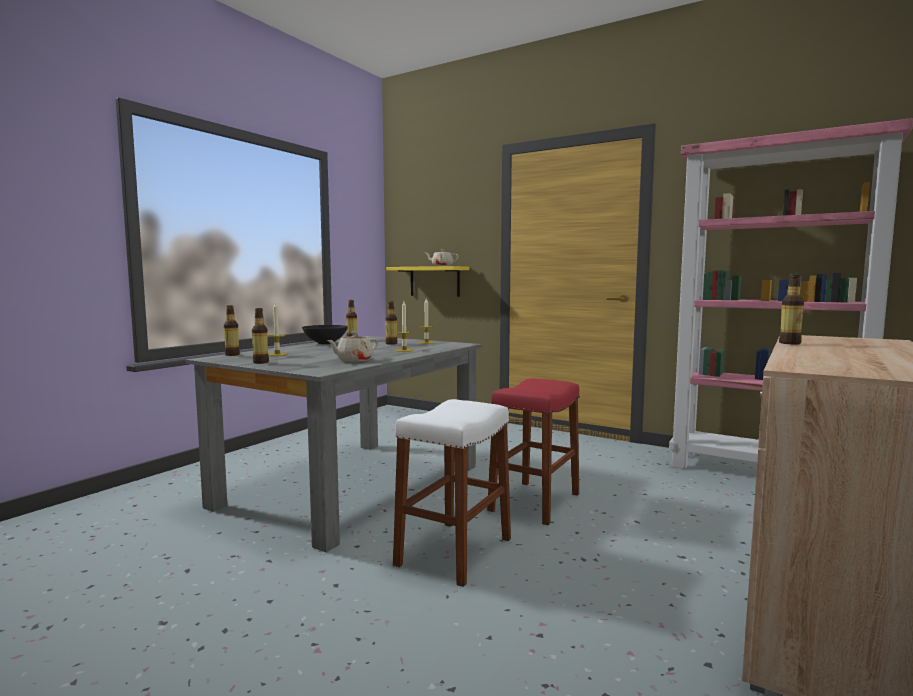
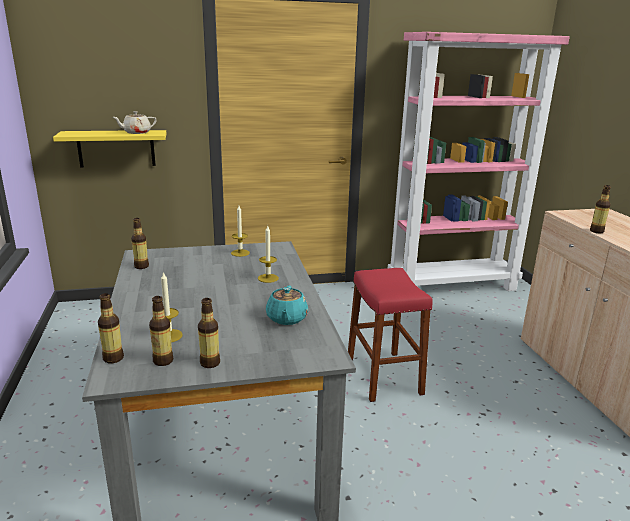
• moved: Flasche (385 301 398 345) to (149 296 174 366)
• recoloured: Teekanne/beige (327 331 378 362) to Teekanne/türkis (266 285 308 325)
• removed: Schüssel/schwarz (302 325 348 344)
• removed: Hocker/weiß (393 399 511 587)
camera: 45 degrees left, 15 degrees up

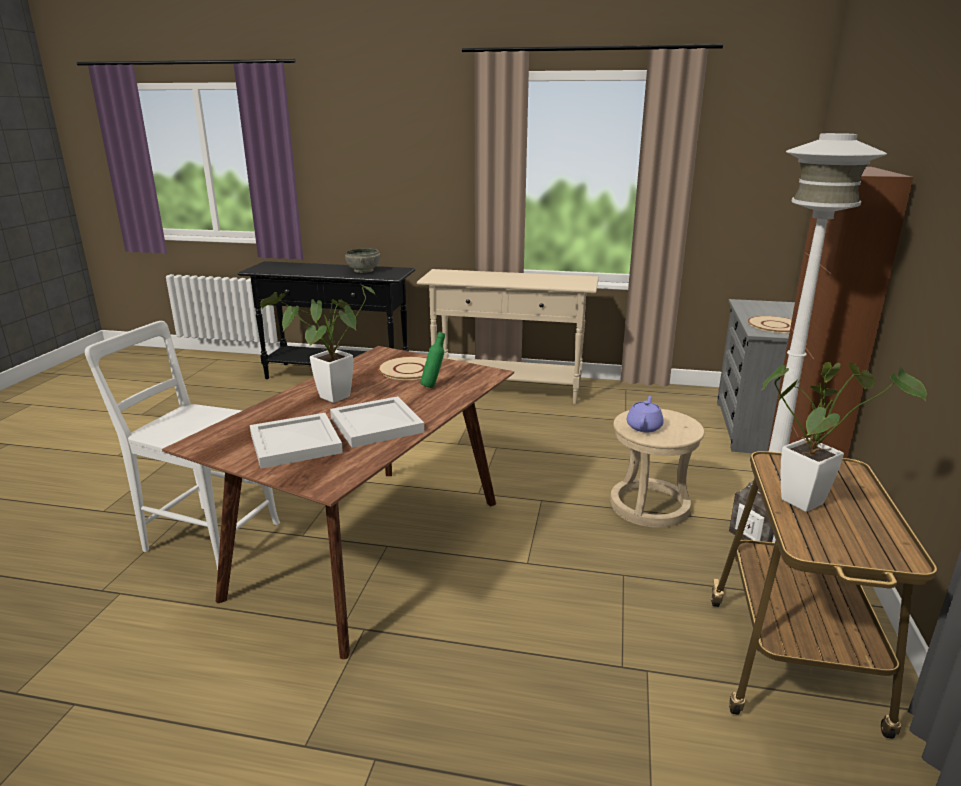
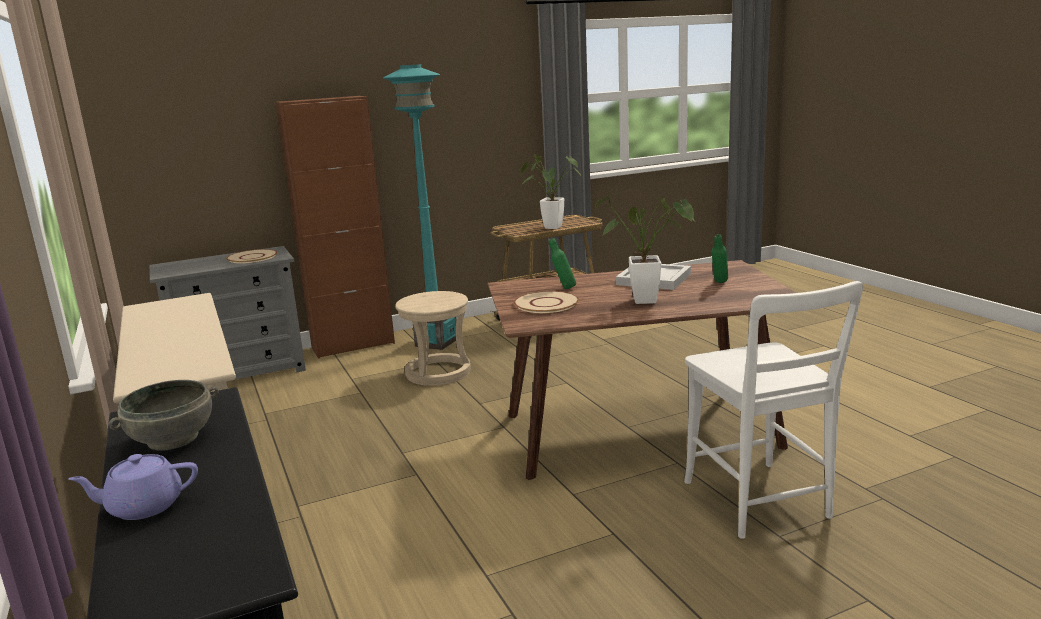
• moved: Teekanne/lila (627 396 664 432) to (68 454 198 520)
• recoloured: Stehlampe/weiß (729 133 887 552) to Stehlampe/türkis (383 64 456 350)
• replaced: Tablett/weiß (250 413 343 469) to Flasche/grün (712 234 728 283)
camera: 125 degrees left, 5 degrees down

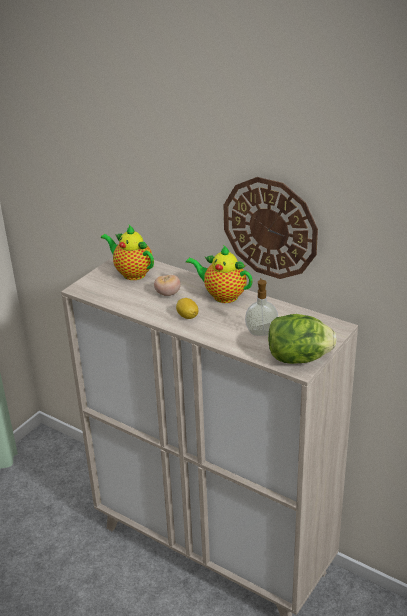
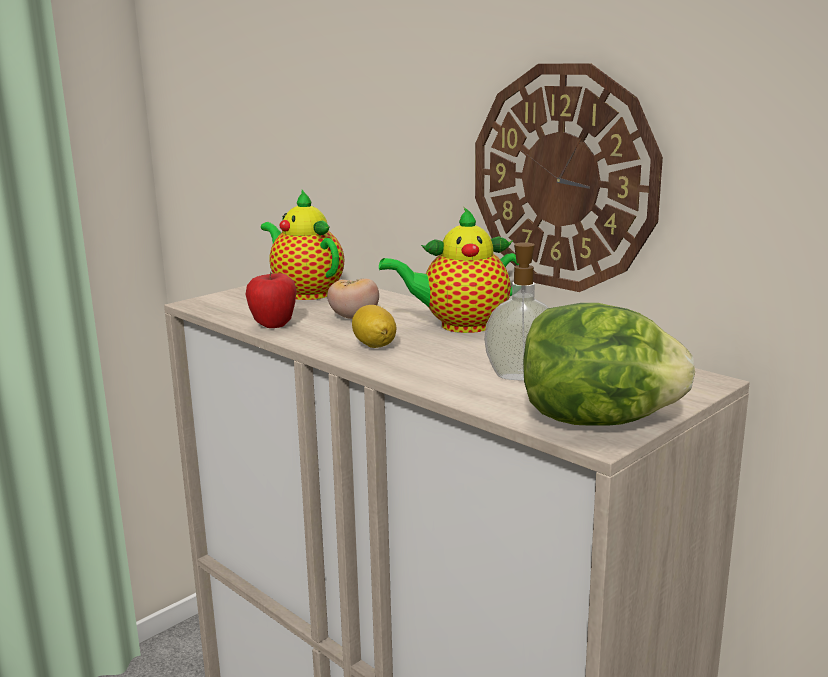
• added: Apfel (245 271 297 328)
• turned: Teekanne (186 245 253 303) = (379 207 519 333) 45 degrees counterclockwise
camera: 10 degrees right, 15 degrees down

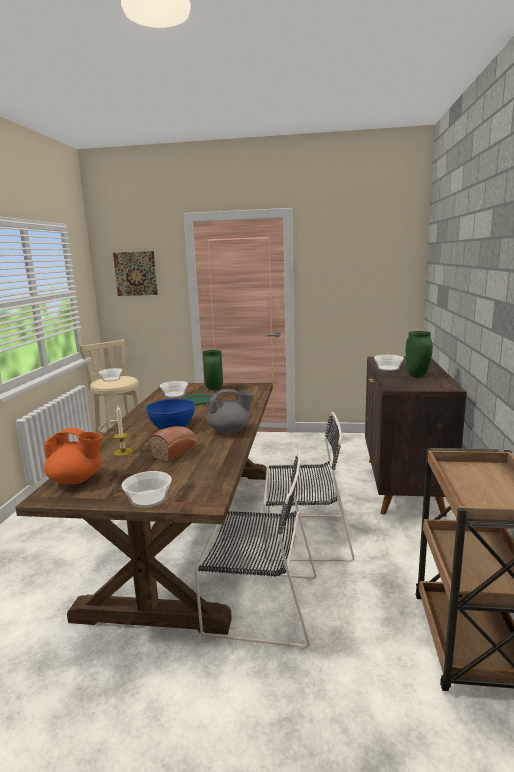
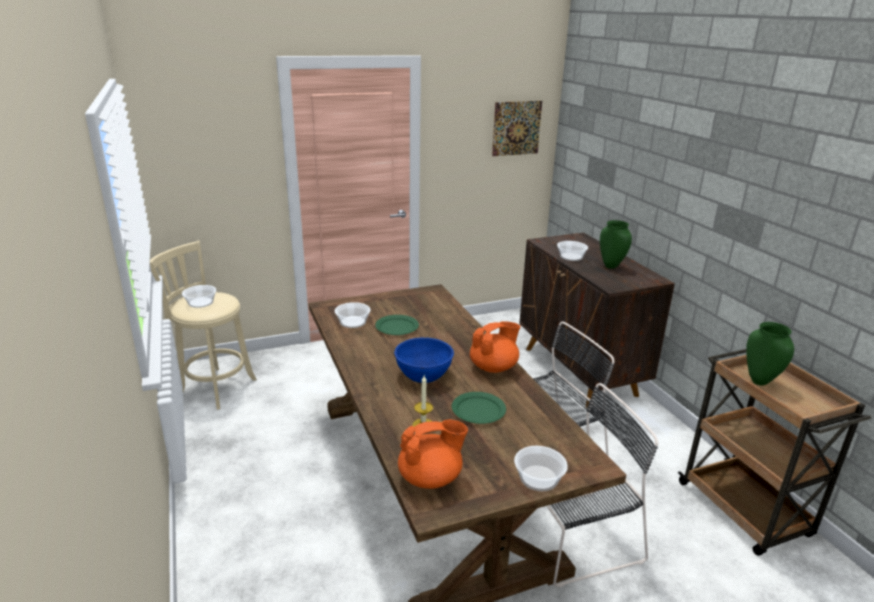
• replaced: Brot (148 426 197 462) to Teller/grün (452 392 506 424)
• recoloured: Teekanne/grau (207 389 254 433) to Teekanne/orange (470 321 520 373)
• moved: Bild (113 251 158 296) to (492 101 542 156)
• moved: Vase/grün (203 350 223 390) to (746 322 794 385)
camera: 30 degrees left, 10 degrees up

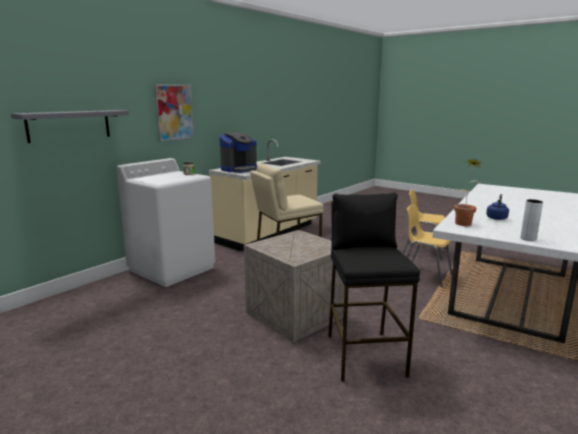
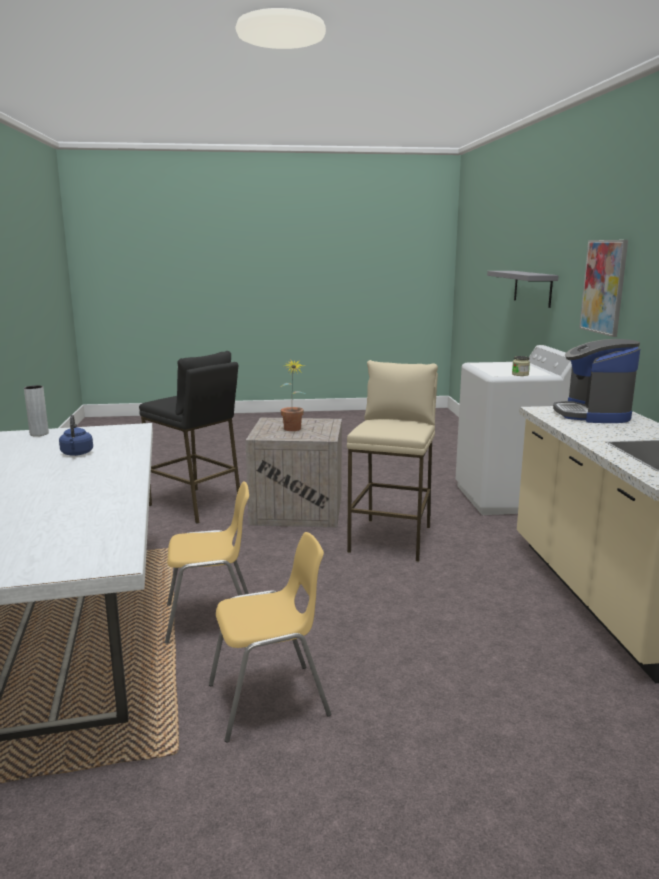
• moved: Topfpflanze (454 159 483 226) to (281 359 306 431)
camera: 135 degrees right, 0 degrees up

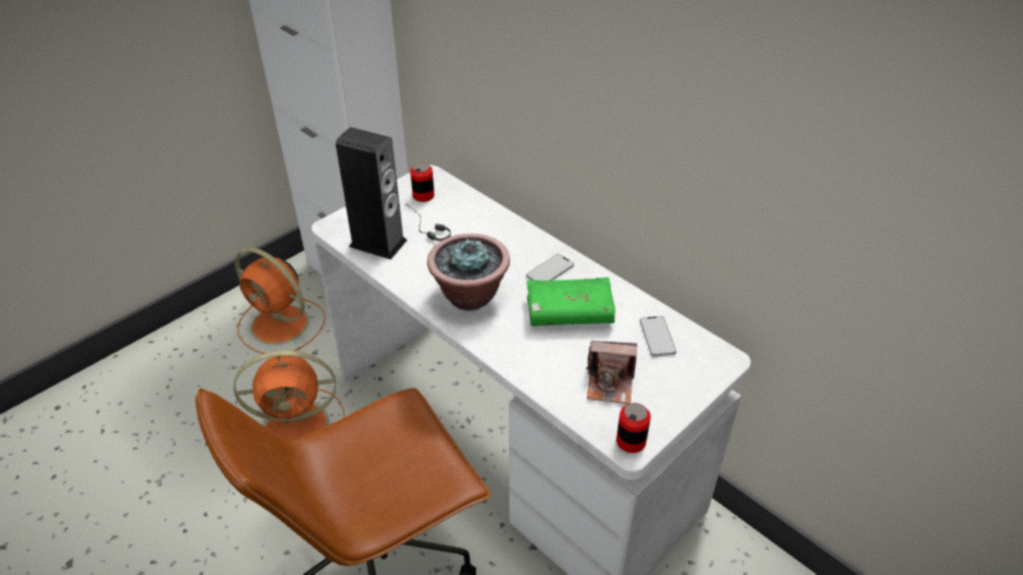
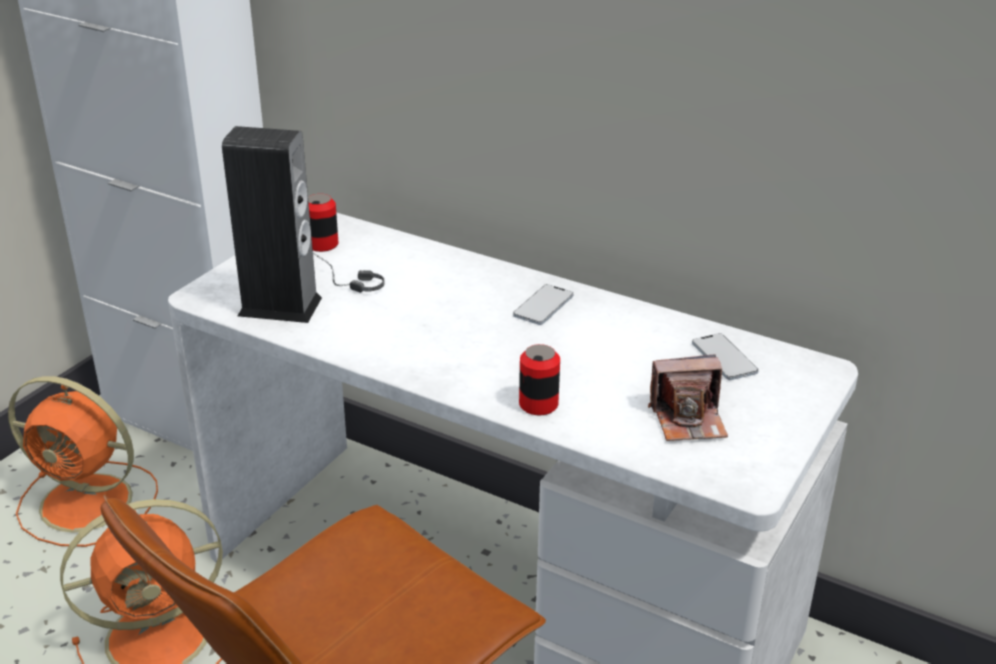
• moved: Dose (616 403 651 453) to (519 344 560 415)
• removed: Topfpflanze (427 234 510 311)
• removed: Buch/grün (527 277 615 326)
camera: 15 degrees left, 10 degrees down

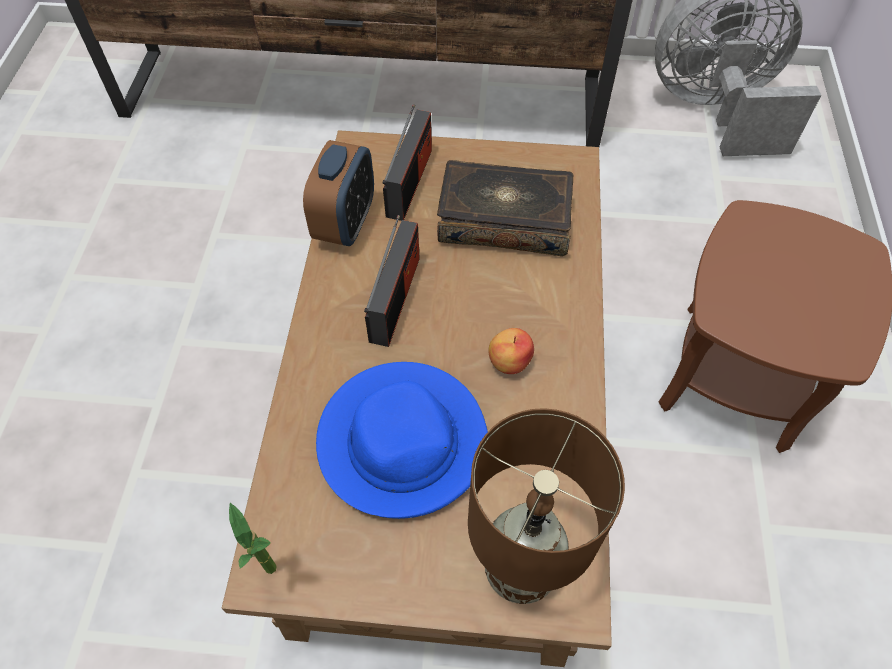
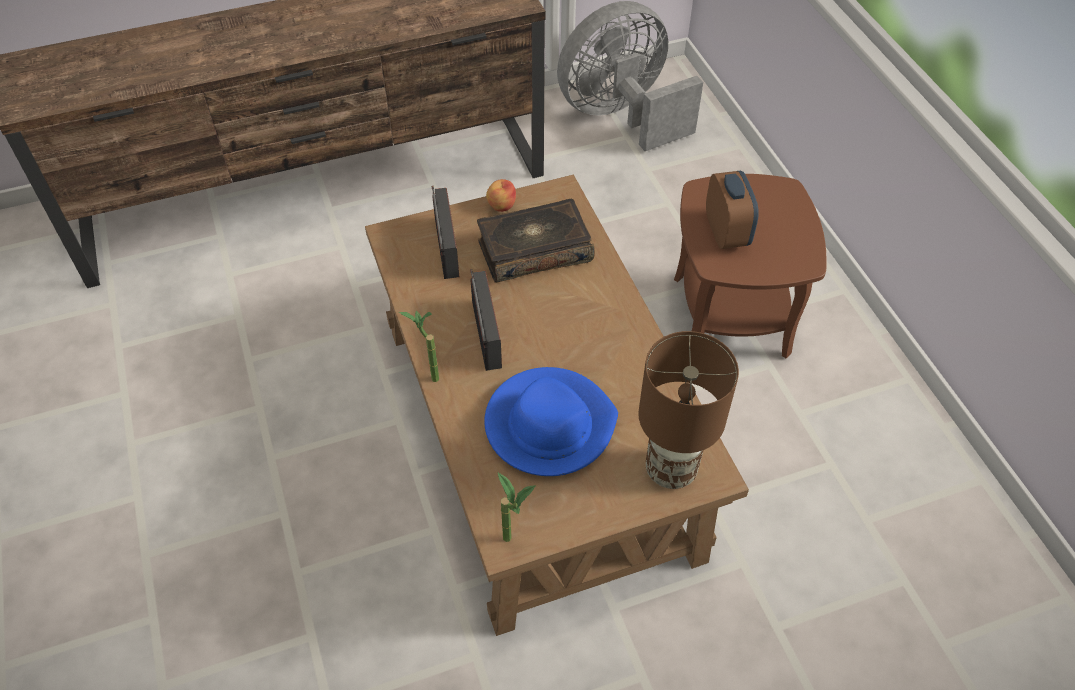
• added: Topfpflanze (399 311 439 382)
• moved: Apfel (488 328 534 374) to (486 179 516 212)
• moved: Wecker (303 140 374 246) to (706 171 759 249)
camera: 25 degrees left, 5 degrees down

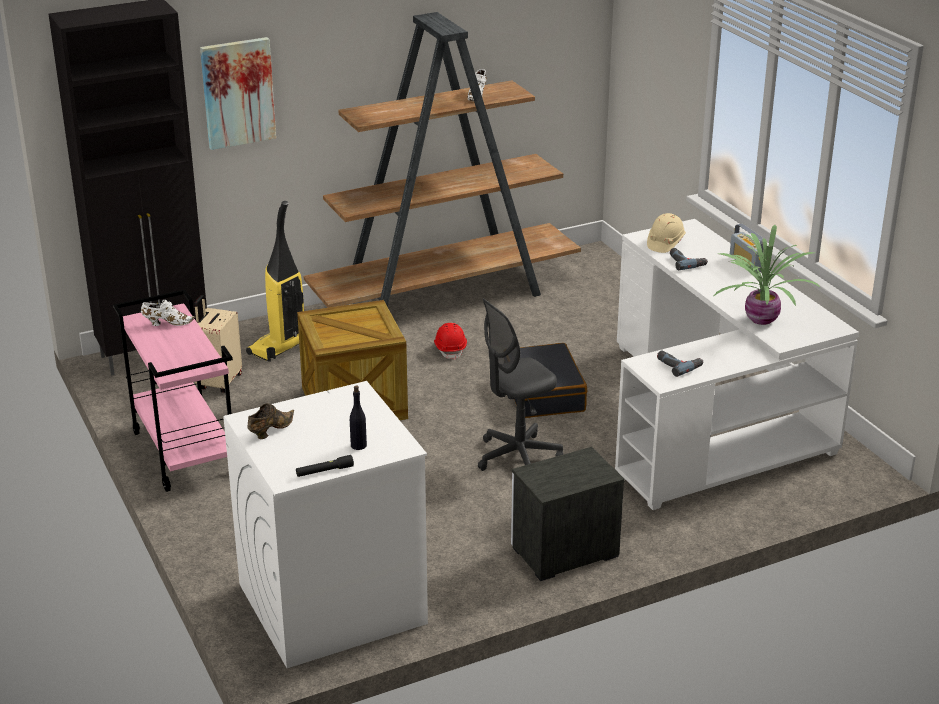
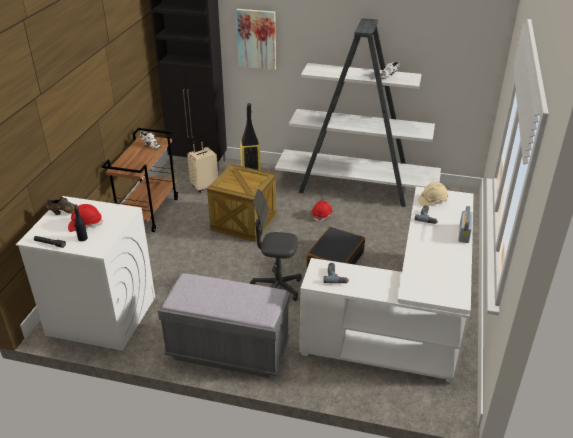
• added: Schutzhelm/rot (68 204 103 232)
• recoloured: Rollwagen/rosa (113 290 233 492) to Rollwagen/braun (101 128 178 232)
• replaced: Nachttisch (511 447 625 581) to Bank/grau (158 273 290 378)
• recoloured: Bücherregal/braun (304 12 581 308) to Bücherregal/weiß (275 18 441 207)
• removed: Topfpflanze (714 225 821 325)
camera: 40 degrees right, 5 degrees up

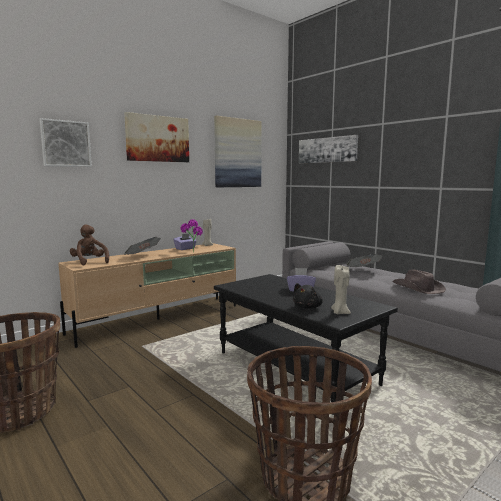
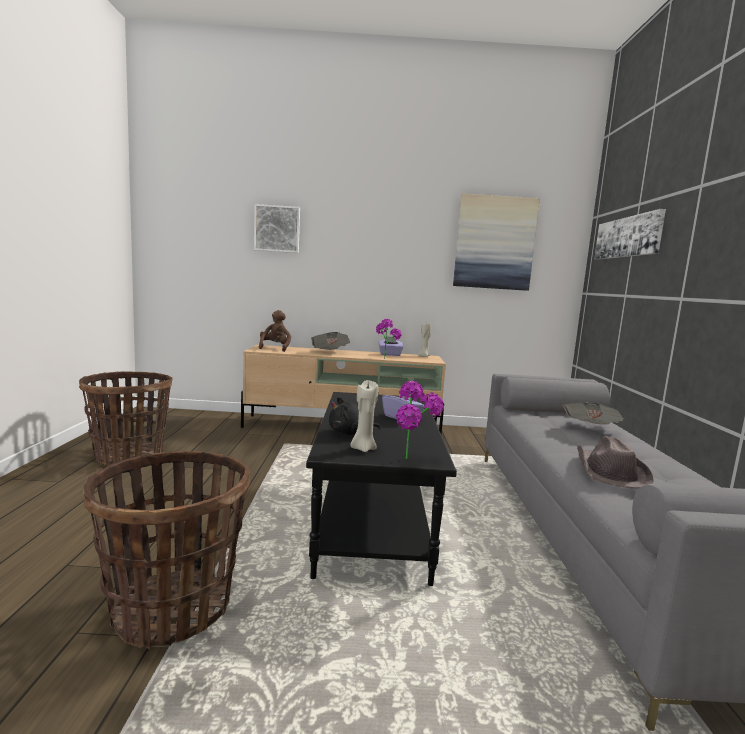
• added: Topfpflanze (396 381 444 459)
• removed: Bild (124 112 189 162)
camera: 40 degrees right, 0 degrees up

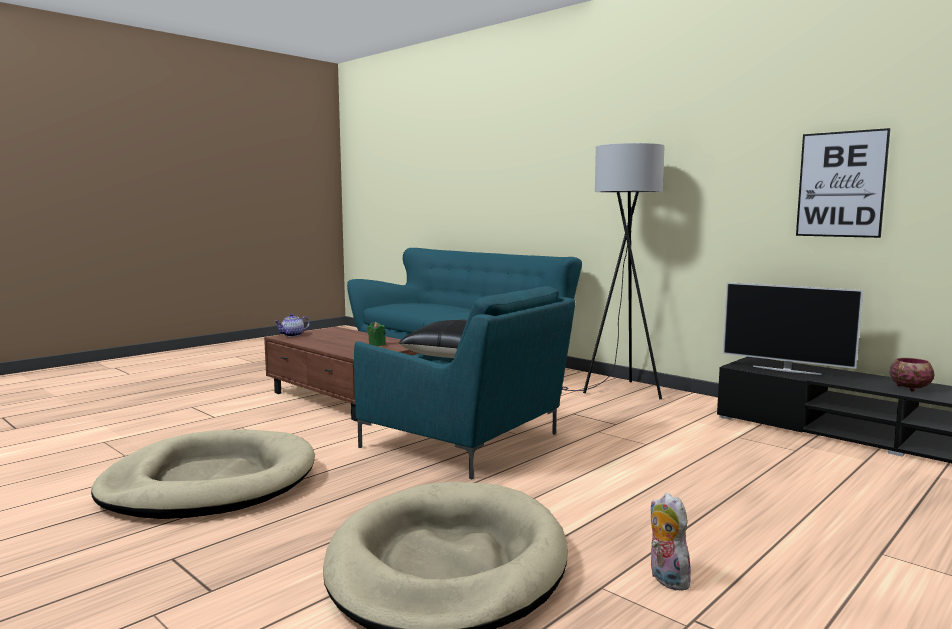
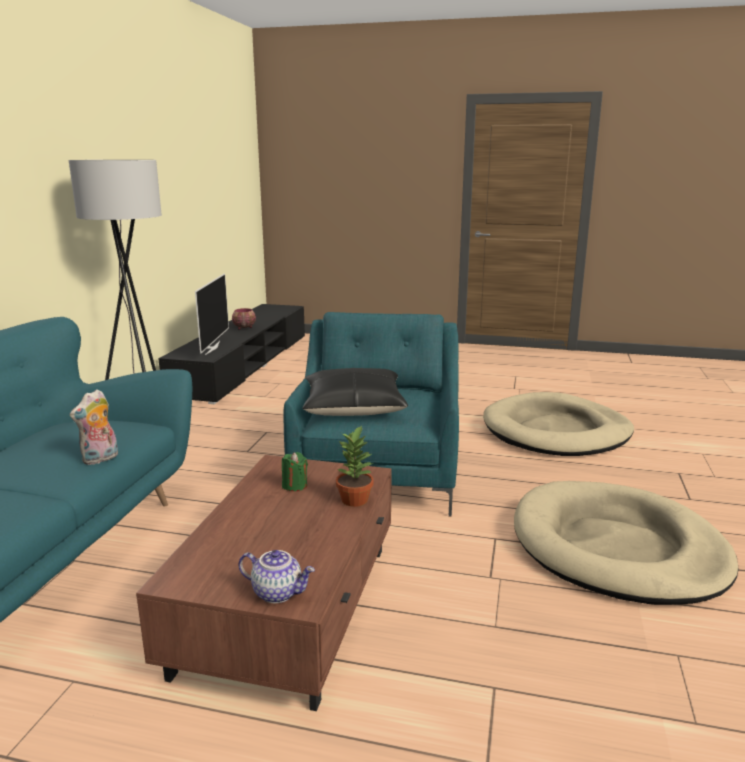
• moved: Plüschtier (651 493 691 590) to (70 389 118 465)
• added: Topfpflanze (336 425 374 507)
• removed: Bild (796 128 891 238)
camera: 120 degrees left, 10 degrees up

